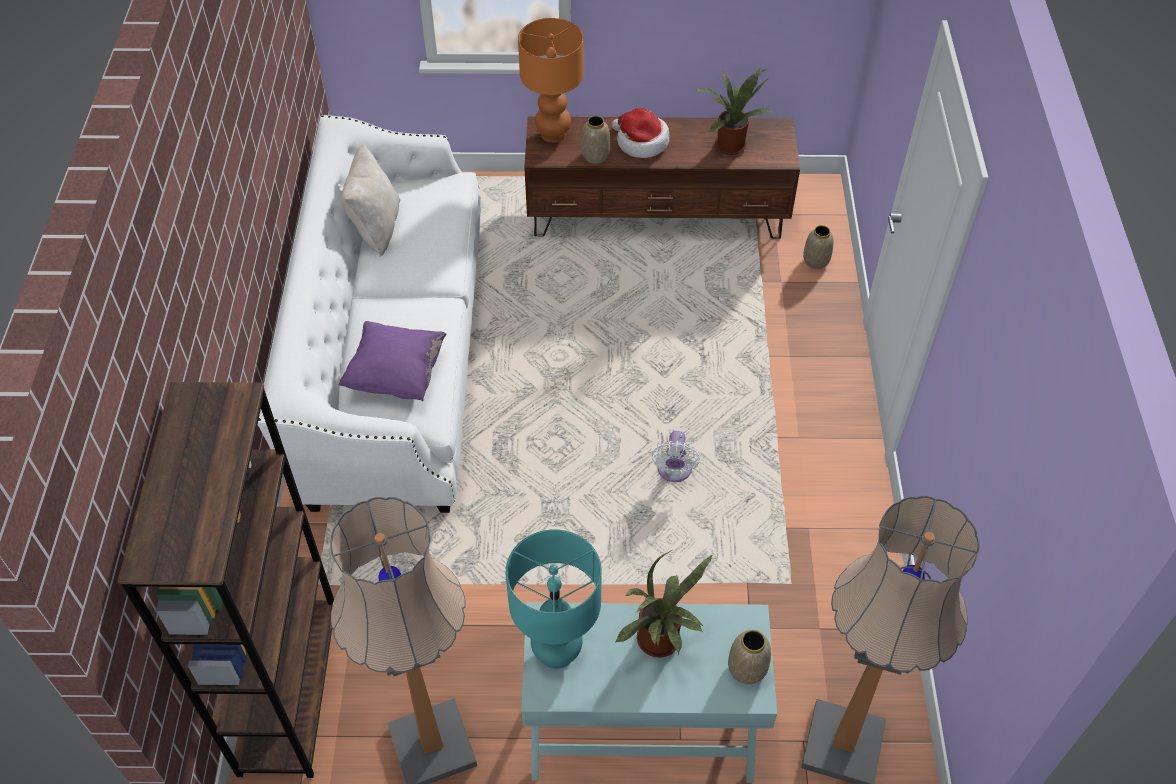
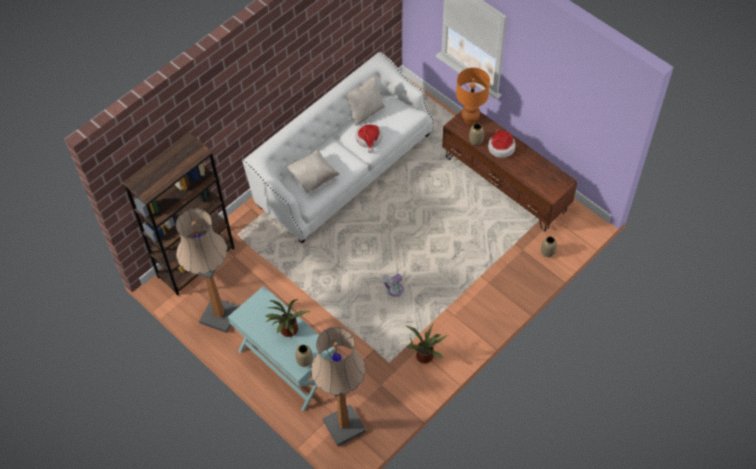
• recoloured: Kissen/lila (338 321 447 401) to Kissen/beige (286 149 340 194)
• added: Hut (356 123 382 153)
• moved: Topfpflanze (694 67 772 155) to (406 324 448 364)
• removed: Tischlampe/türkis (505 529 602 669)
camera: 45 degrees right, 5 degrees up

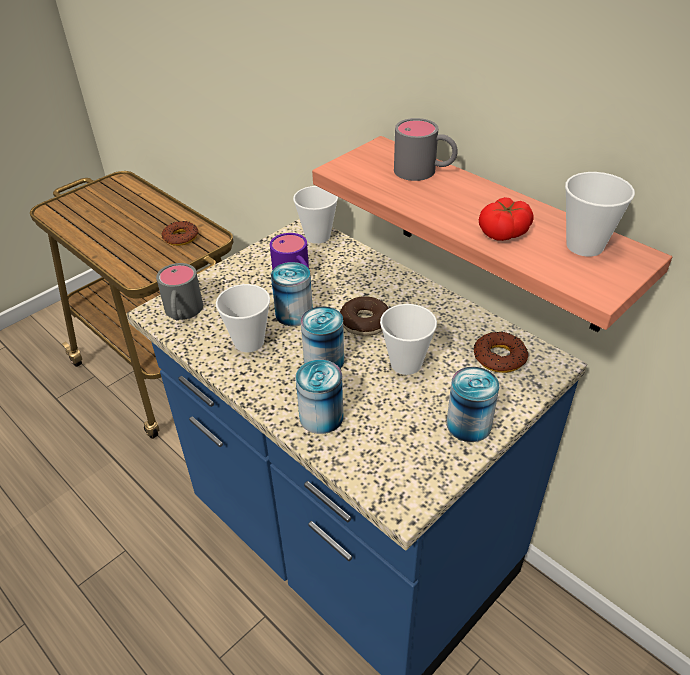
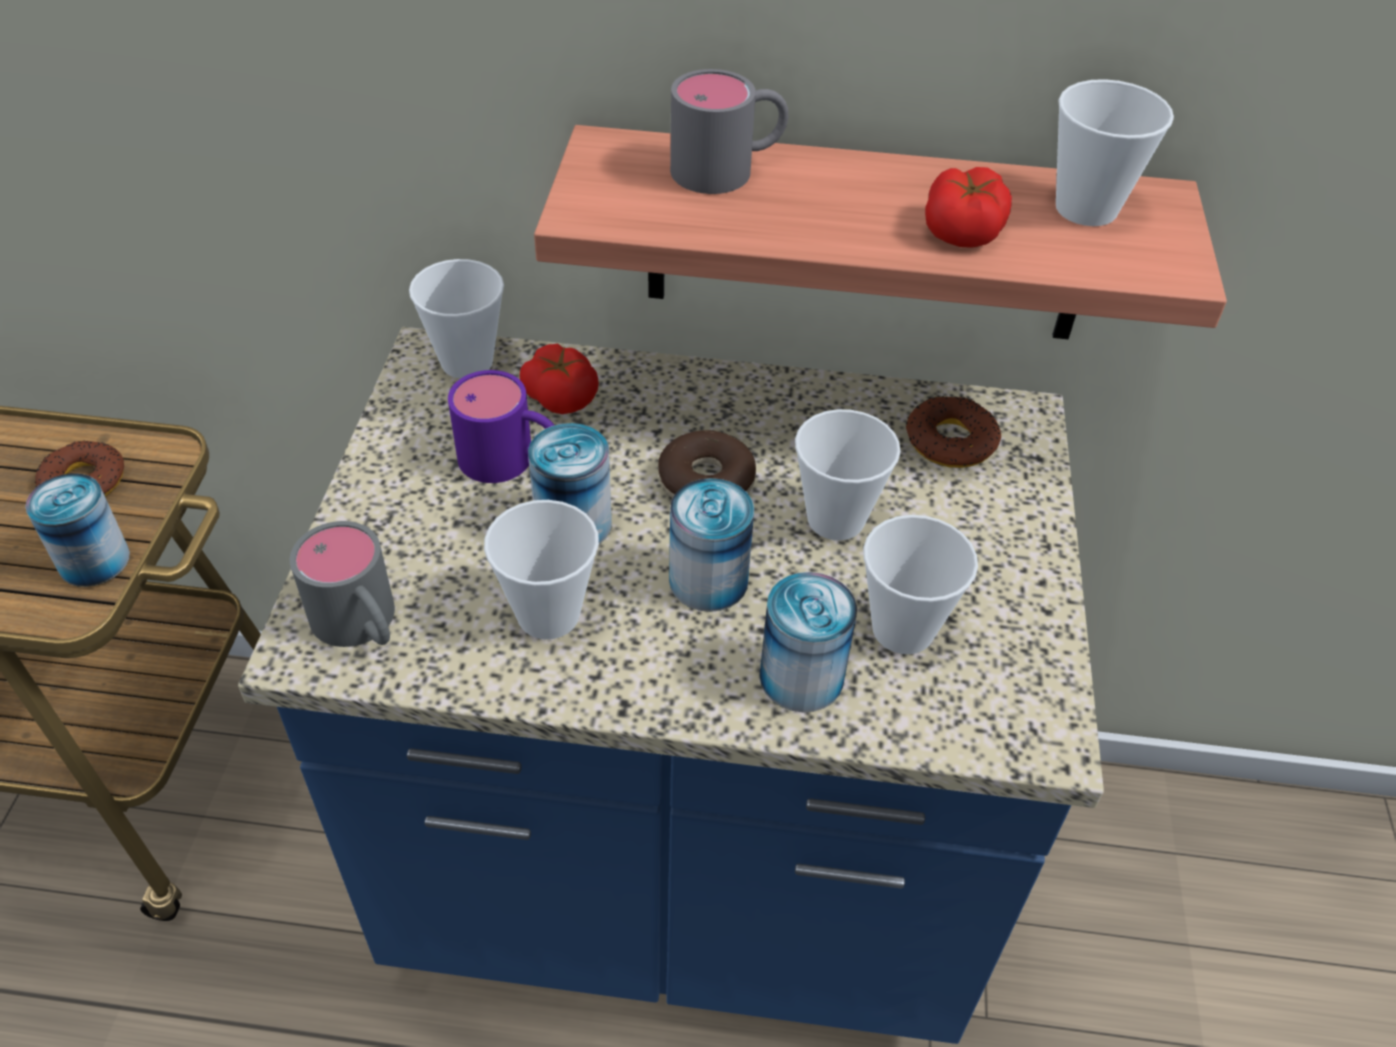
• moved: Dose (446 367 499 442) to (25 473 130 587)
• added: Tomate (520 344 599 414)
• added: Tasse (863 515 978 654)
camera: 40 degrees left, 5 degrees up

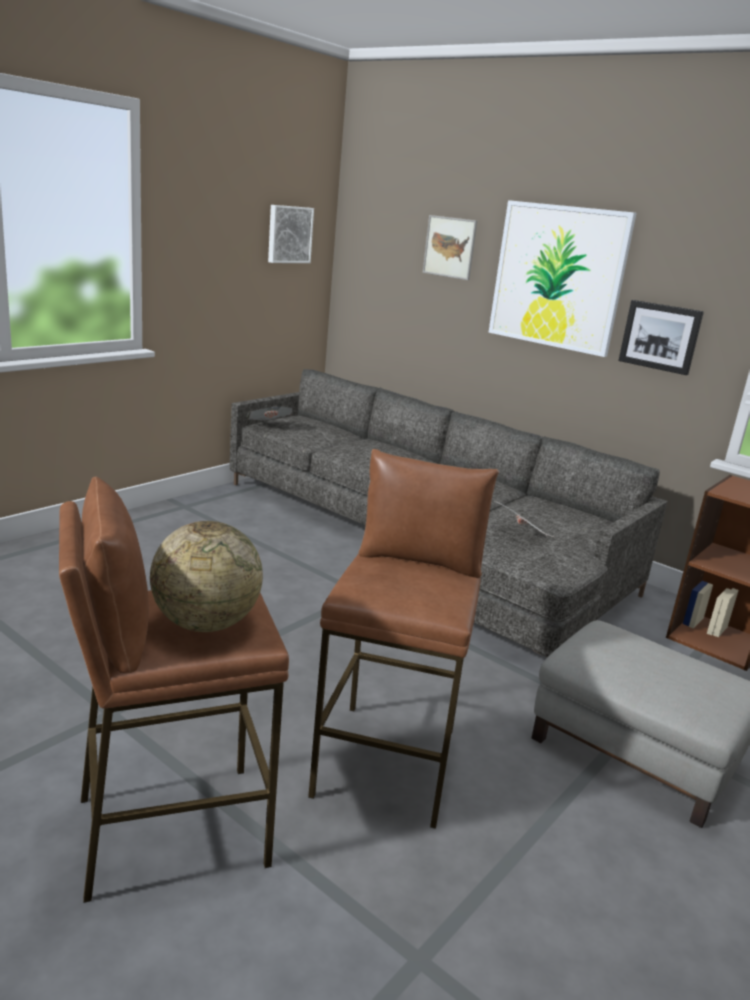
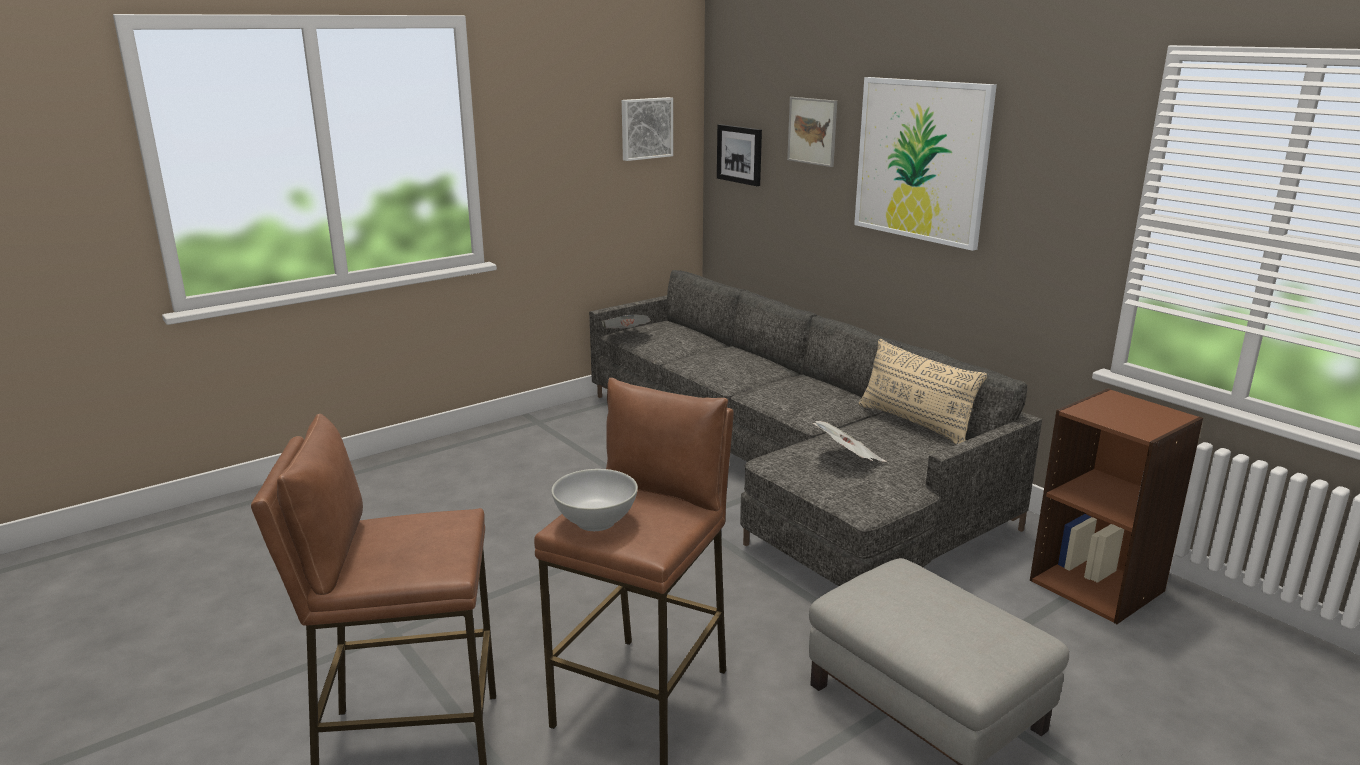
• added: Schüssel/weiß (551 469 638 531)
• moved: Bild (618 300 704 375) to (717 124 762 186)
• added: Kissen/beige (859 339 987 445)
• removed: Globus (150 521 263 632)
camera: 15 degrees right, 0 degrees up

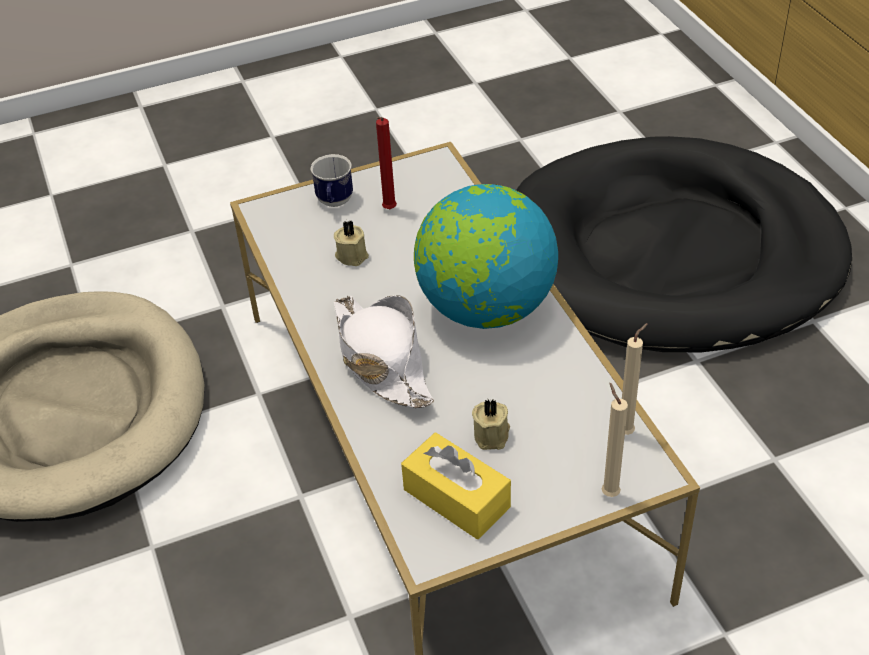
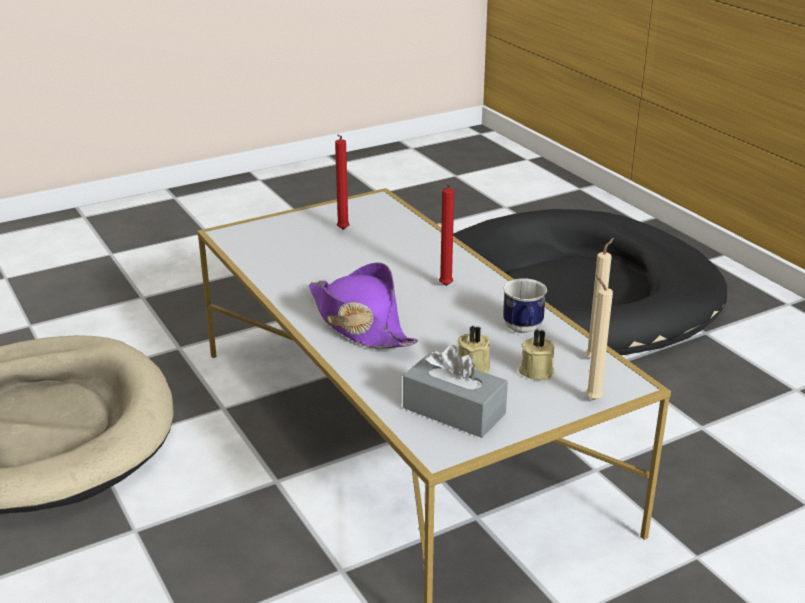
• recoloured: Hut/weiß (334 295 434 408) to Hut/lila (309 262 419 348)
• recoloured: Taschentuchbox/gelb (401 433 511 539) to Taschentuchbox/grau (403 345 508 438)
• replaced: Globus (414 184 558 329) to Kerze/rot (439 183 454 286)
• moved: Henkelbecher (311 154 353 207) to (503 278 547 334)
• moved: Kerze/beige (334 220 369 266) to (519 330 555 380)
camera: 10 degrees left, 15 degrees down

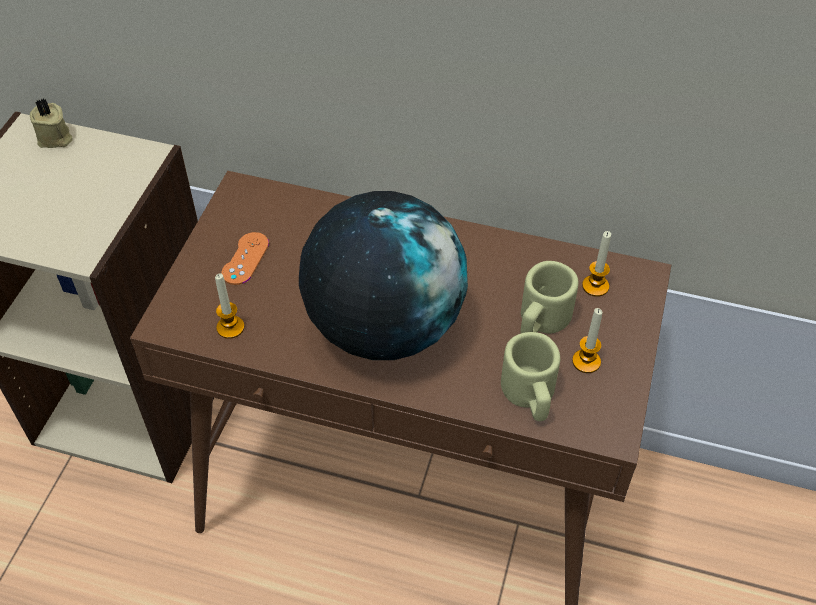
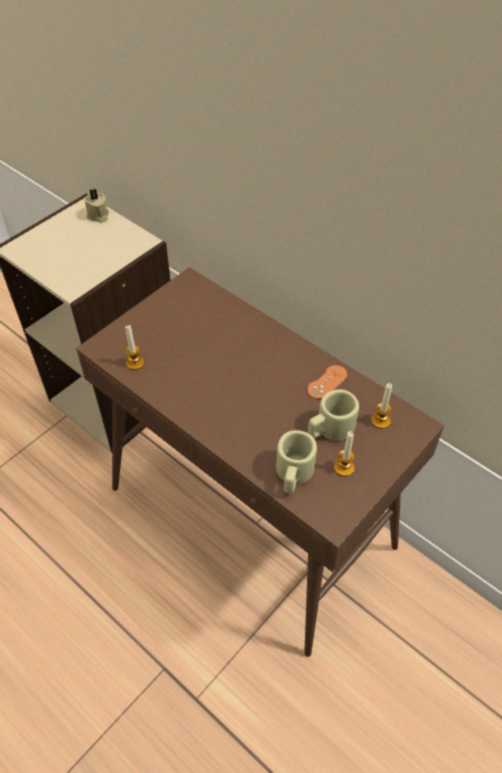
• moved: Gamepad/orange (221 232 269 285) to (307 365 347 399)
• removed: Globus (299 191 468 360)
camera: 25 degrees right, 0 degrees up

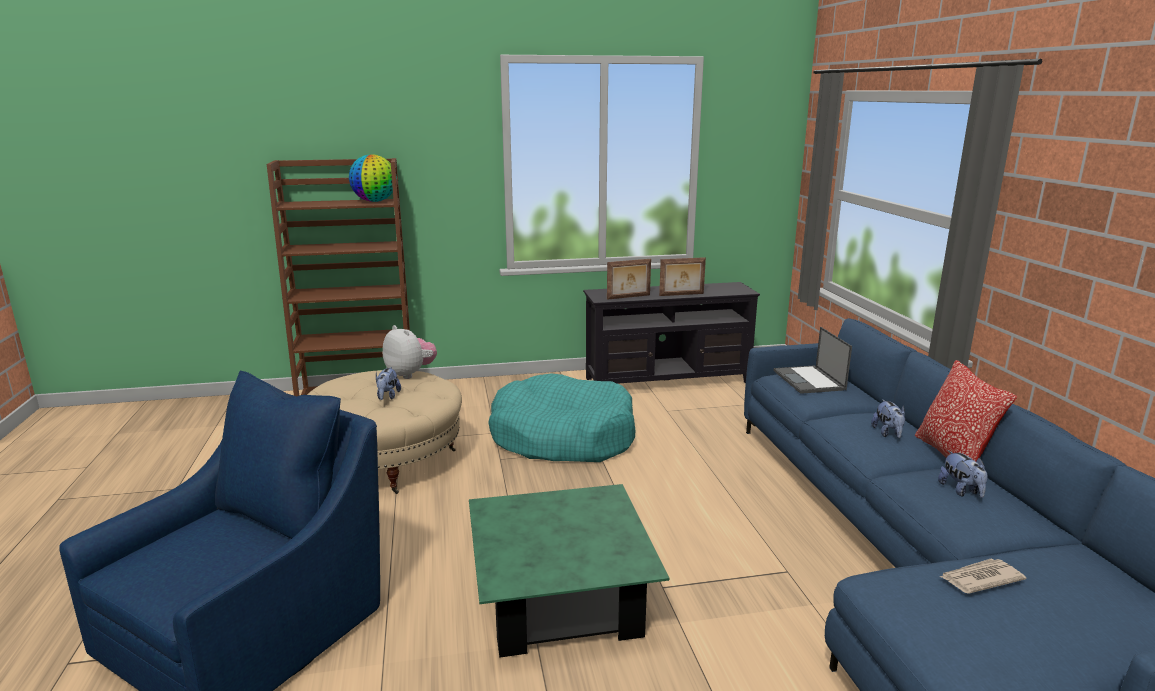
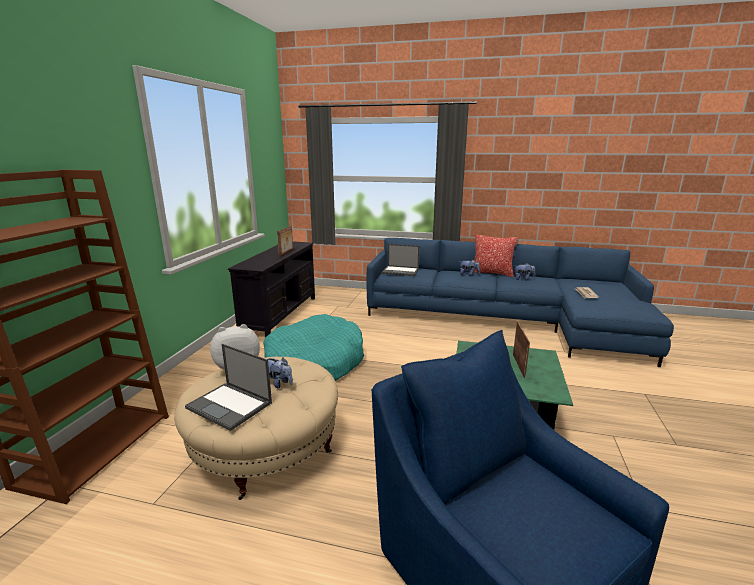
• added: Laptop (185 344 272 431)
• moved: Bilderrahmen (607 259 651 300) to (513 321 530 378)
• removed: Globus (349 154 397 202)
camera: 65 degrees left, 0 degrees up

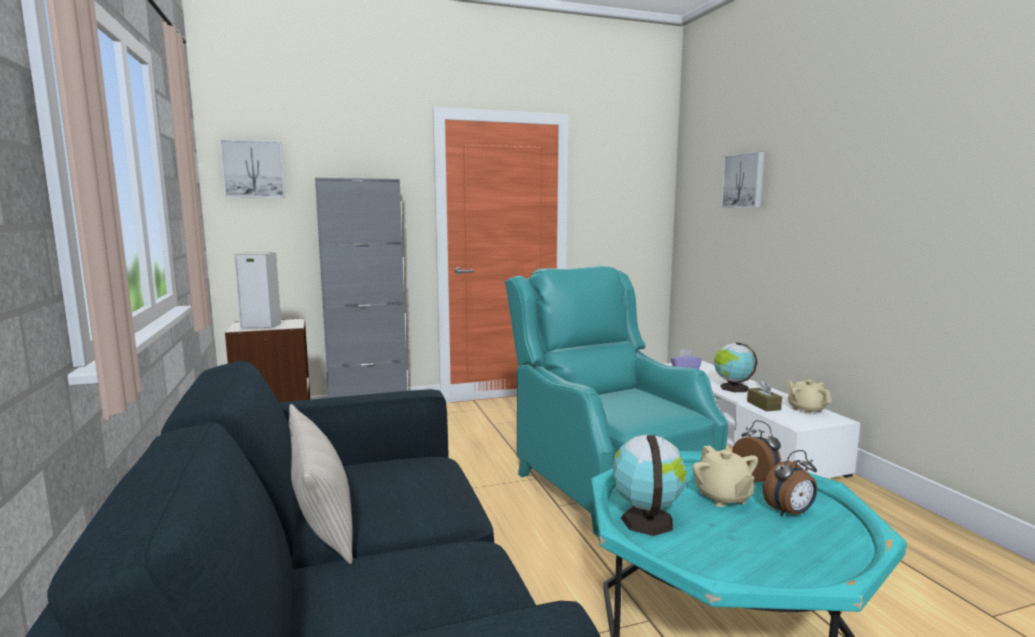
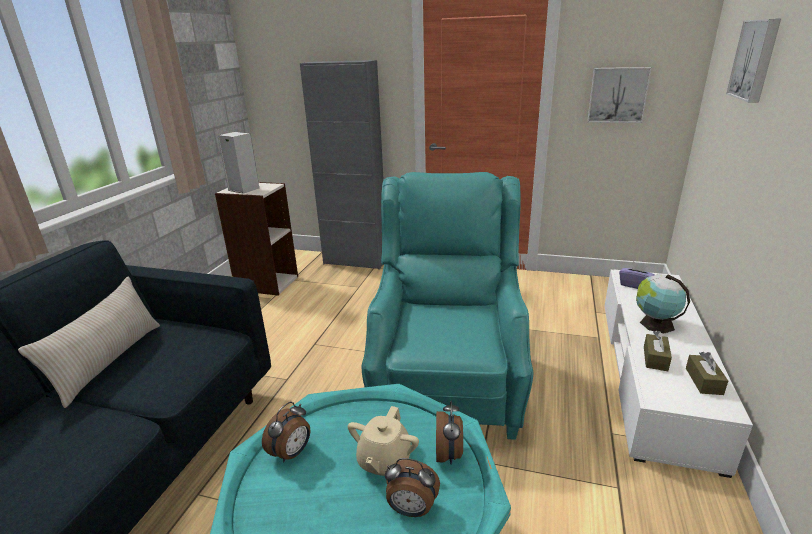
• replaced: Globus (612 434 687 536) to Wecker (262 402 310 463)
• moved: Bild (220 139 285 198) to (587 67 652 123)
• replaced: Teekanne/beige (786 380 831 415) to Taschentuchbox/braun (686 352 728 395)
camera: 35 degrees right, 15 degrees up

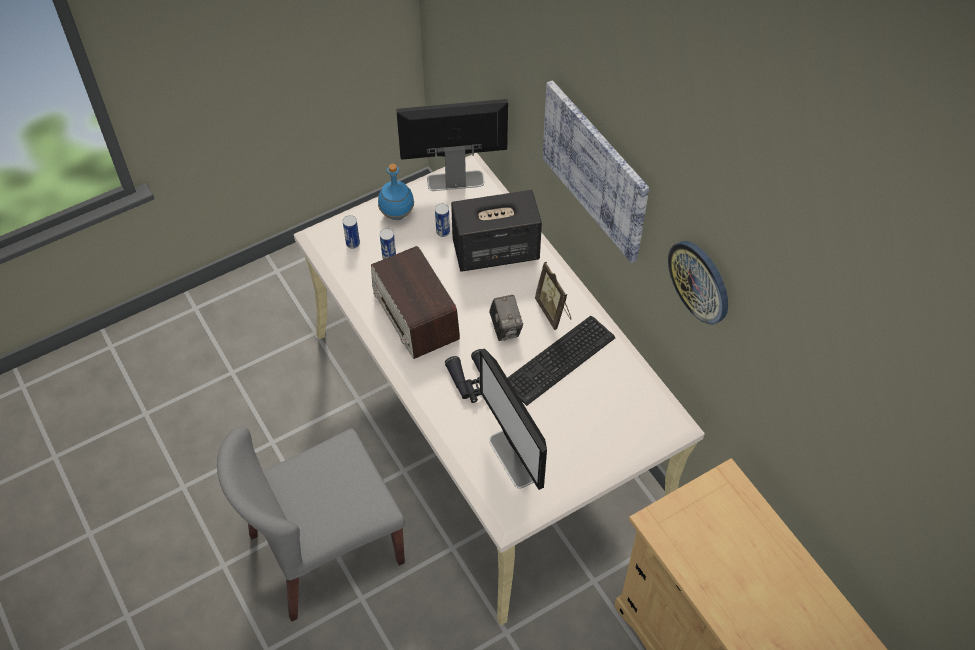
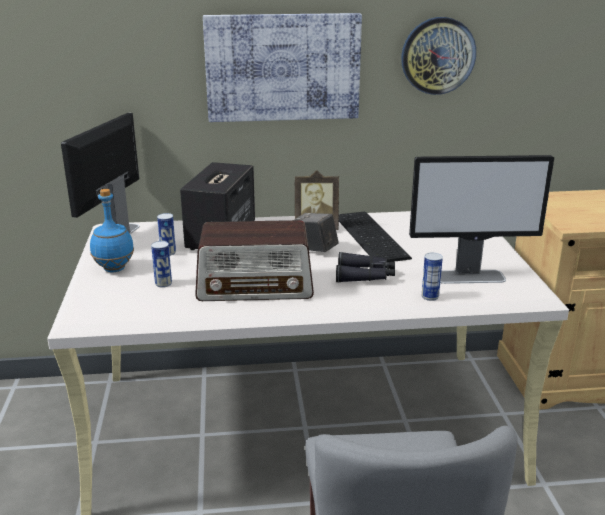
• turned: Kamera (489 295 523 341) = (294 213 339 252) 150 degrees counterclockwise
• moved: Dose (343 215 360 249) to (422 253 443 301)
camera: 65 degrees left, 30 degrees down

